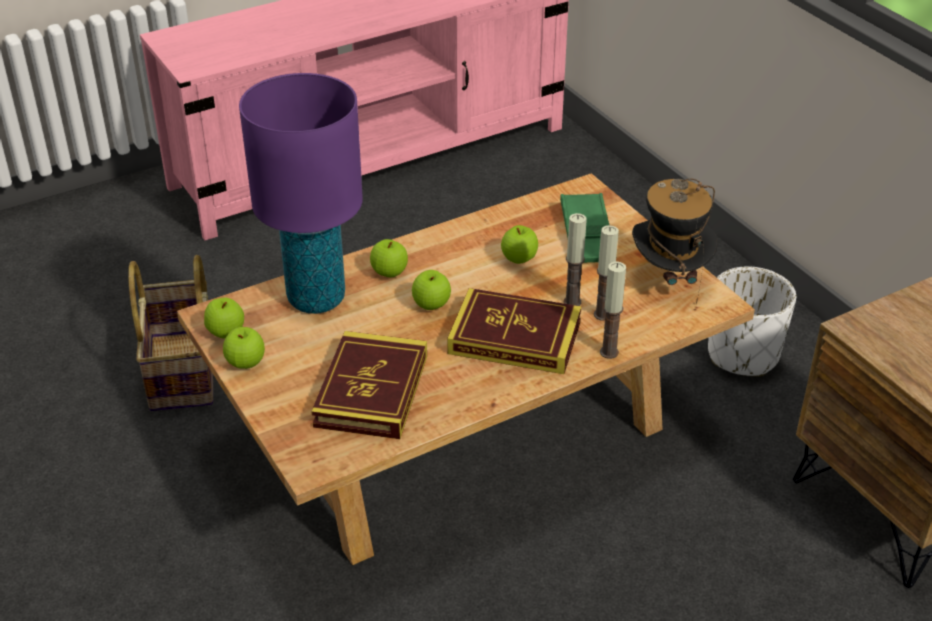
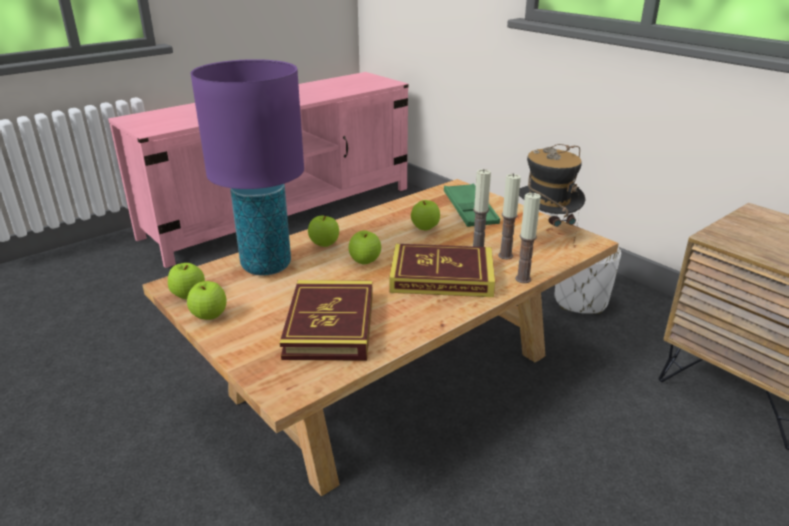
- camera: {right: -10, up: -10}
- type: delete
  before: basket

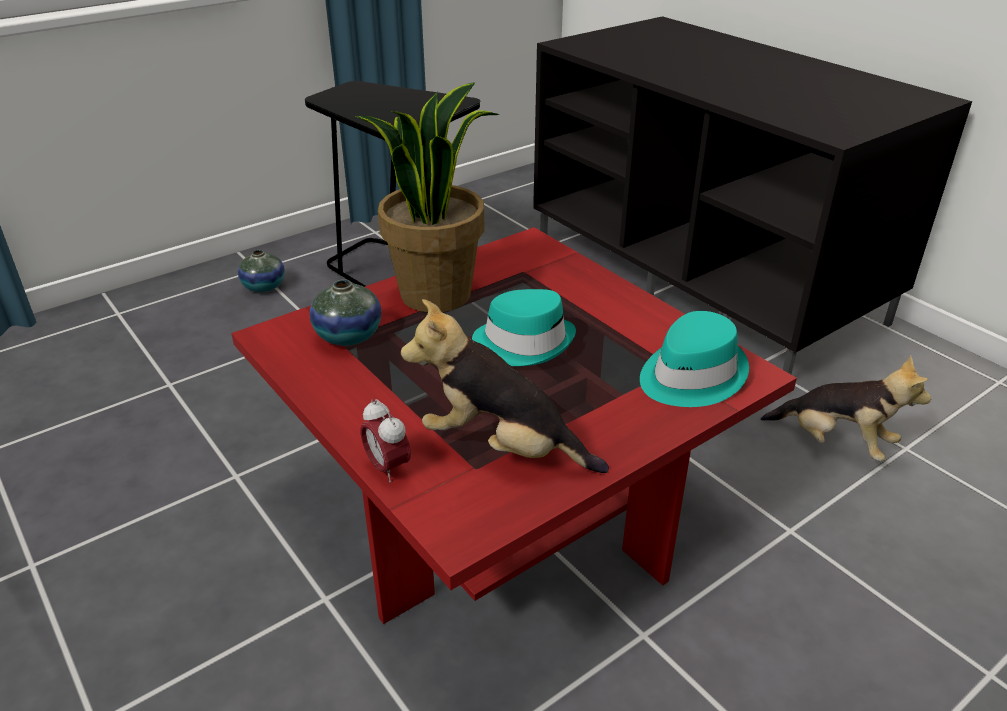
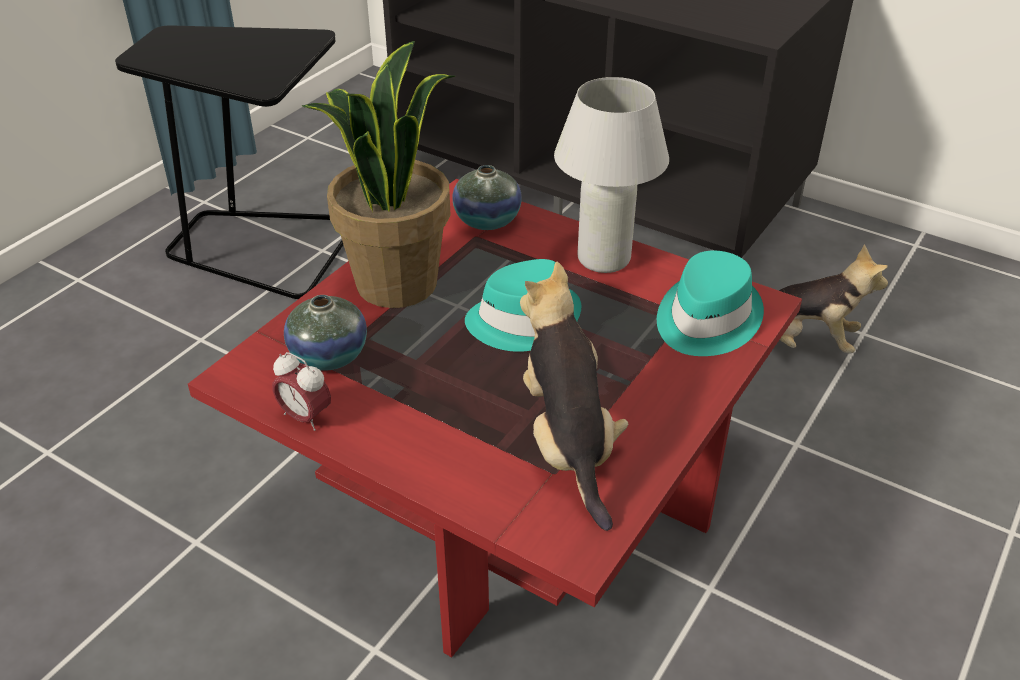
- camera: {right: -20, up: 5}
- type: move
  before: flower vase (1st from left in the first image)
  after: flower vase (2nd from left)
- type: move
  before: alarm clock
- type: rotate
  before: soft toy (1st from left)
  turn: 75
- type: insert
  after: tabletop lamp/white-coloured

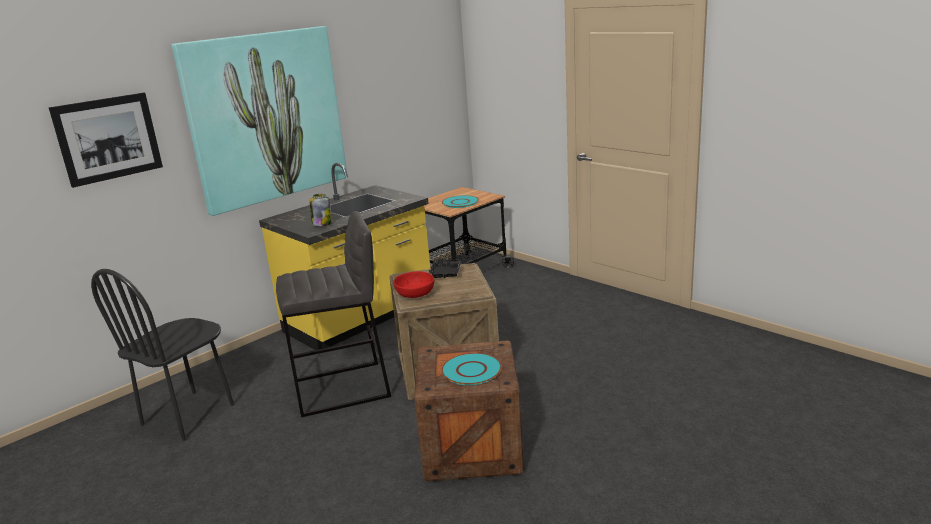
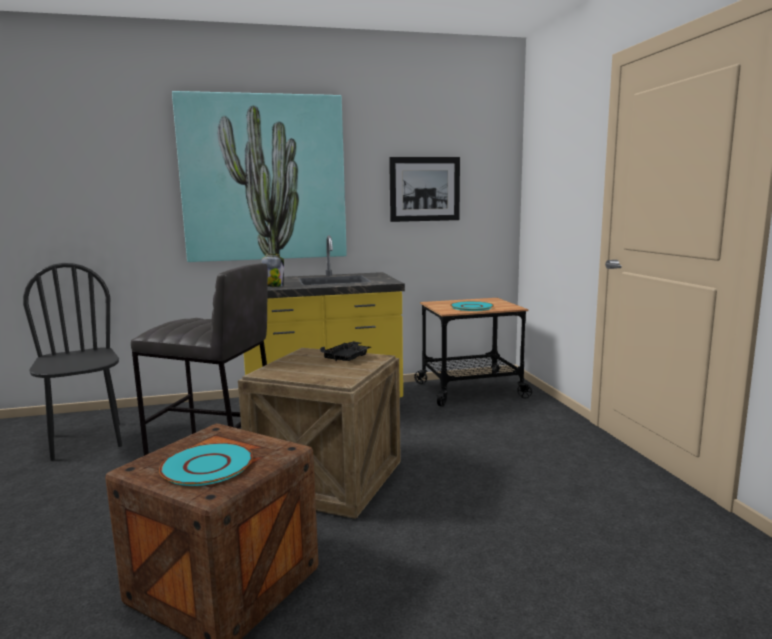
- camera: {right: 30, up: -10}
- type: move
  before: wall picture (1st from left in the first image)
  after: wall picture (2nd from left)
- type: rotate
  before: plain chair/blackish
  turn: 90
- type: delete
  before: bowl/red

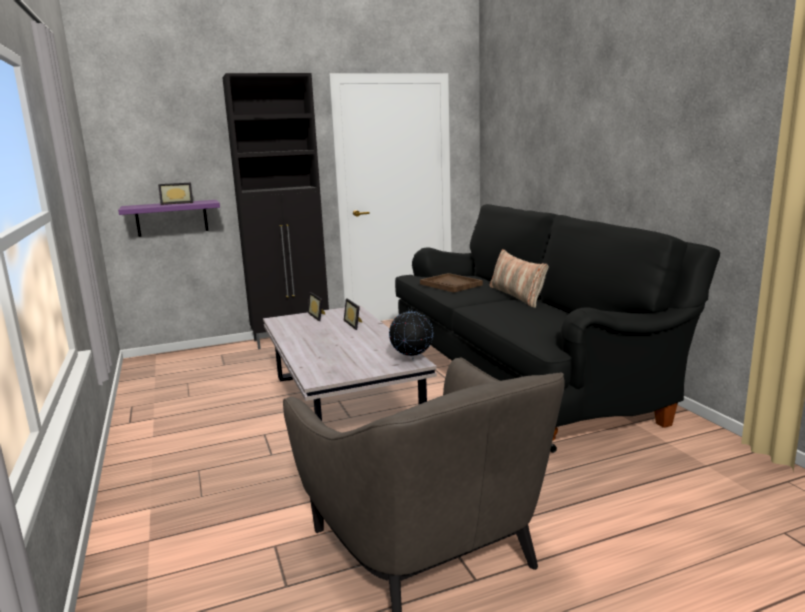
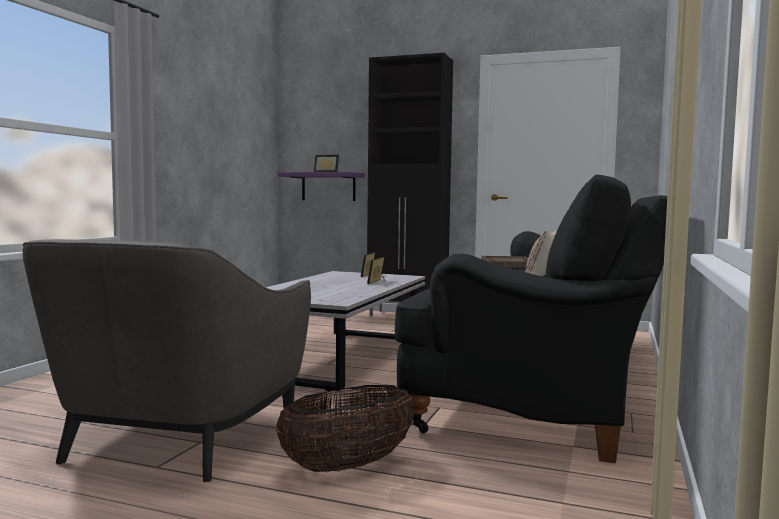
- camera: {right: 40, up: -10}
- type: delete
  before: globe
- type: insert
  after: basket

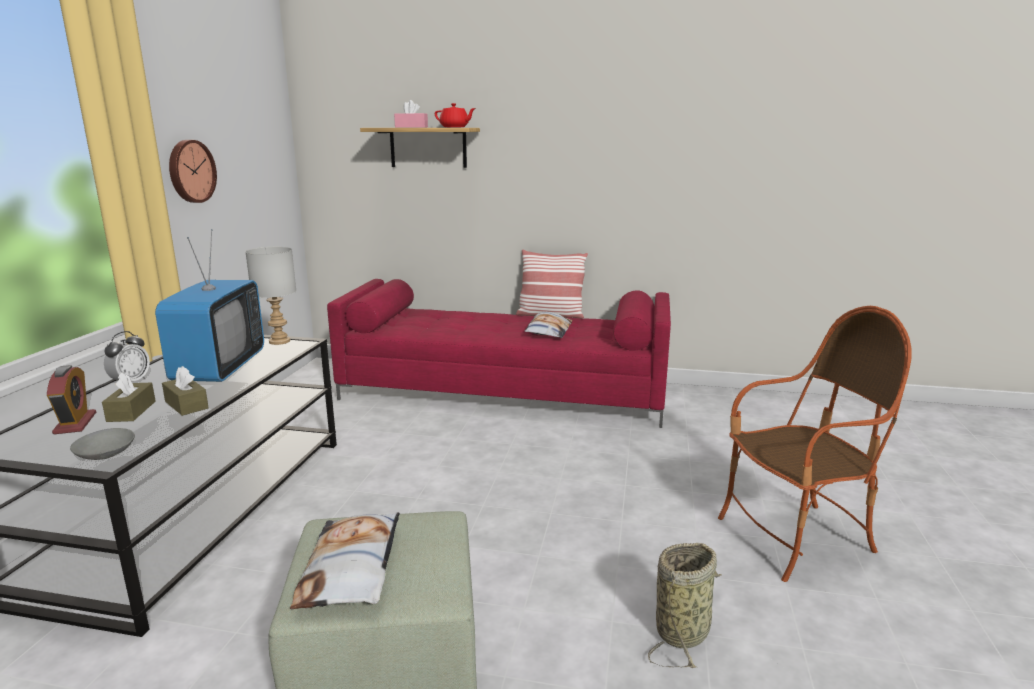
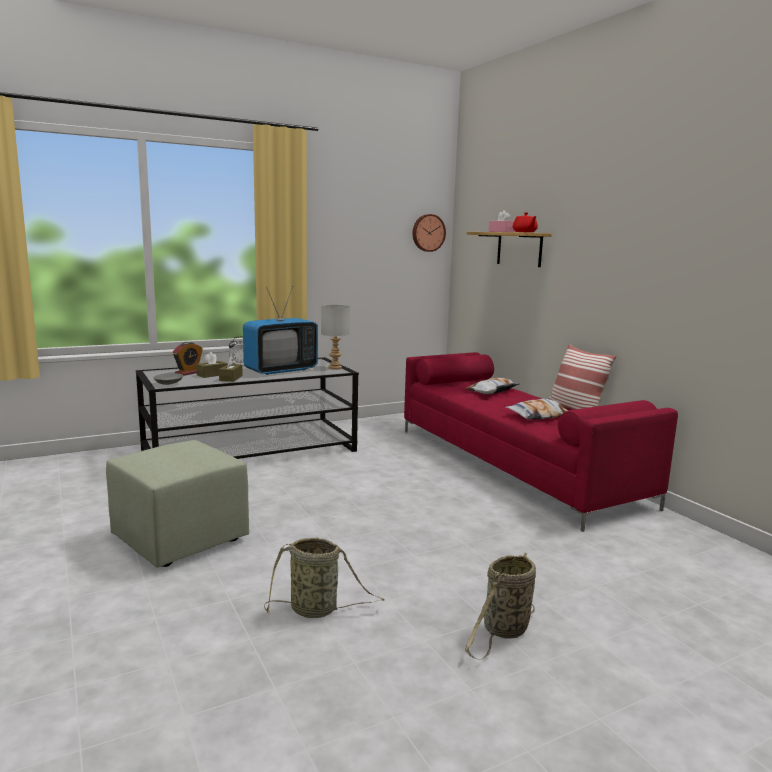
- camera: {right: 50, up: -5}
- type: move
  before: clock on the wall
- type: move
  before: cushion (1st from left)
- type: replace
  before: lounge chair
  after: basket (2nd from left)

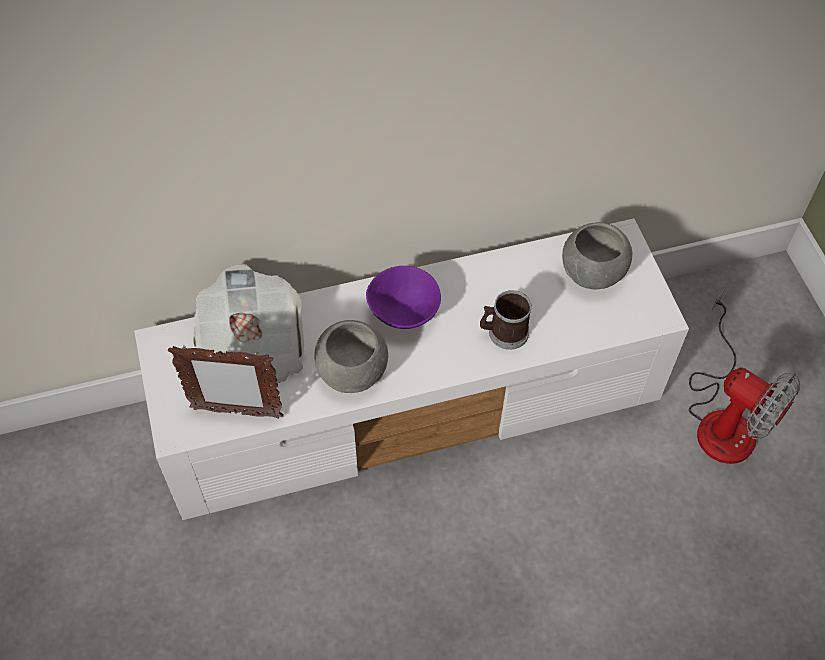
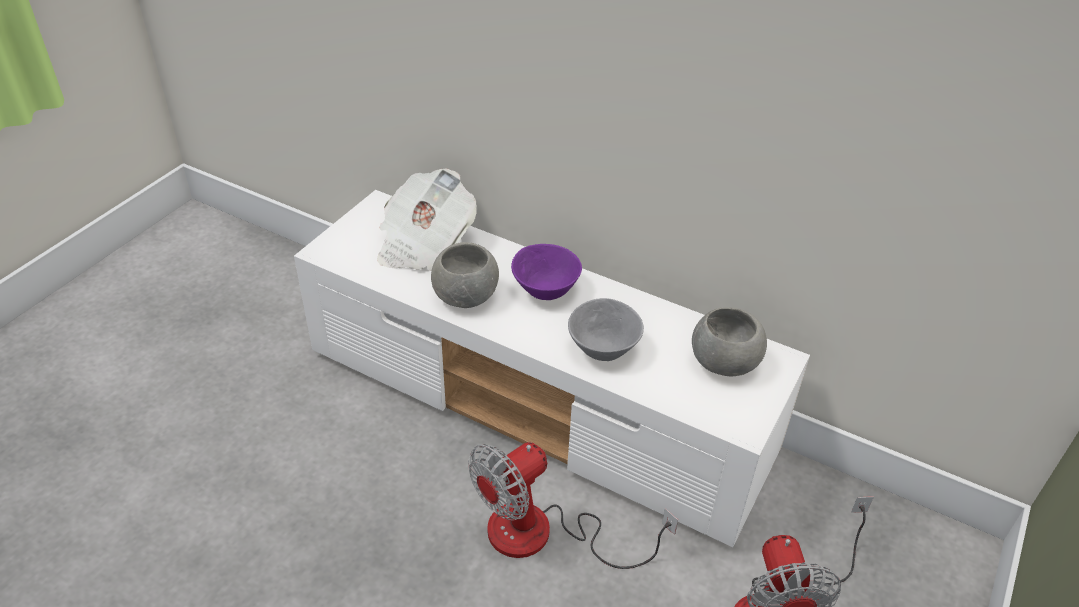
- camera: {right: 45, up: -15}
- type: delete
  before: picture frame
- type: replace
  before: tea mug
  after: bowl/gray (2nd from left)
- type: insert
  after: cooling fan (1st from left)

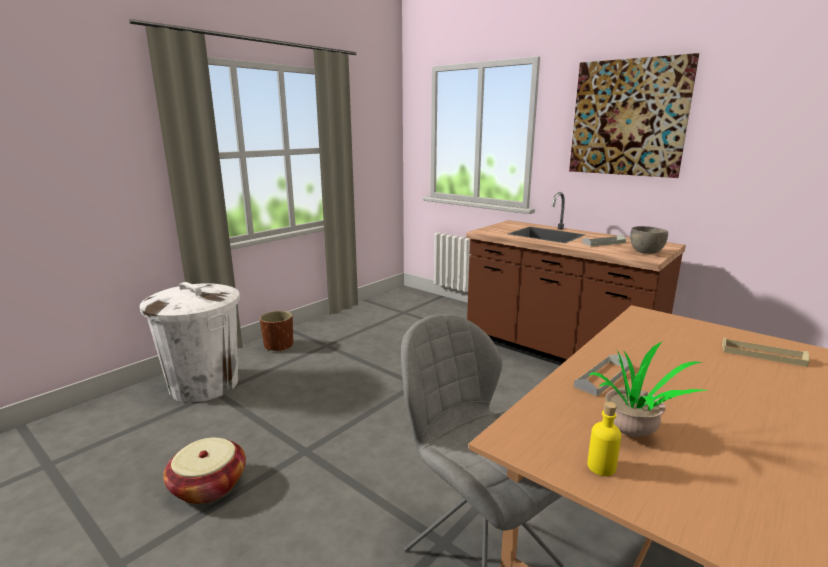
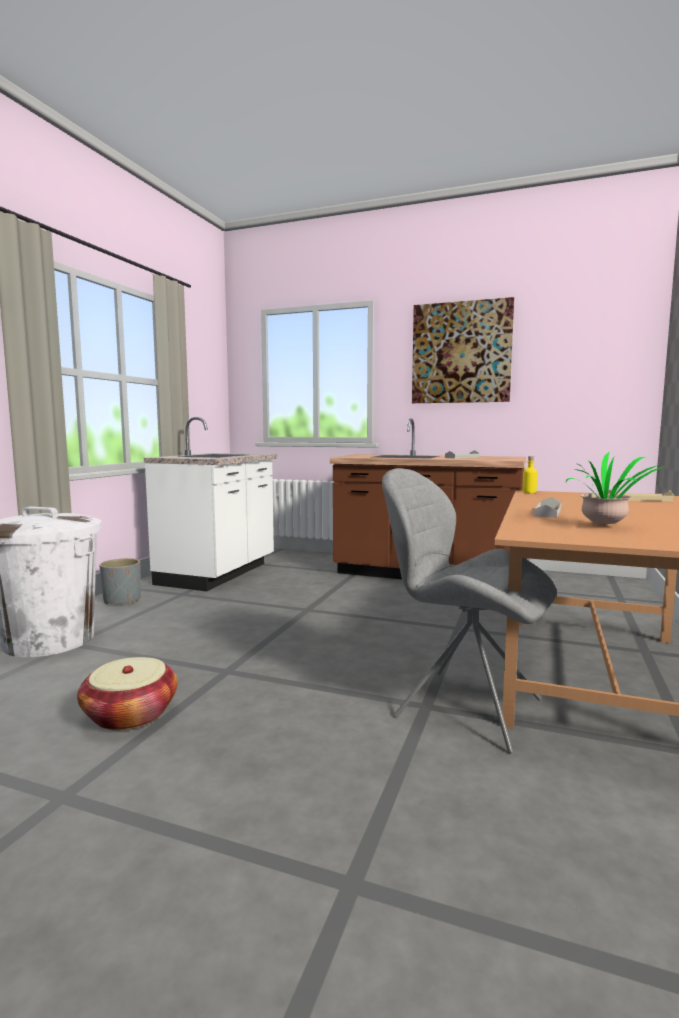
- camera: {right: -20, up: -10}
- type: recolor
  before: plant pot/brown-coloured
  after: plant pot/gray
- type: move
  before: bottle/yellow-coloured
- type: delete
  before: bowl/gray
- type: insert
  after: counter/white-coloured

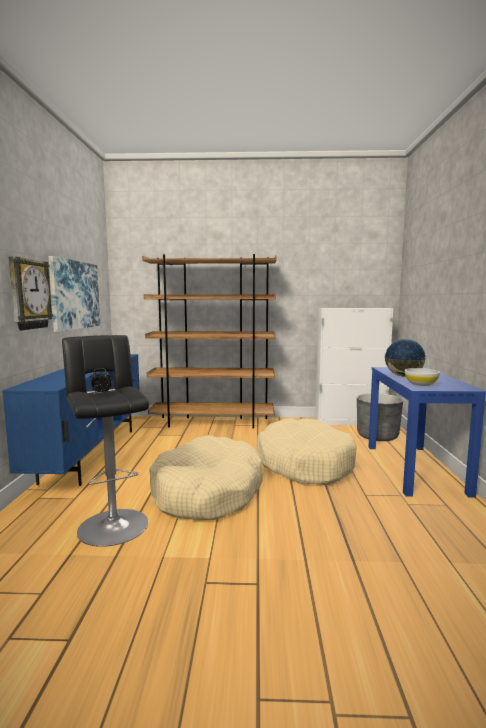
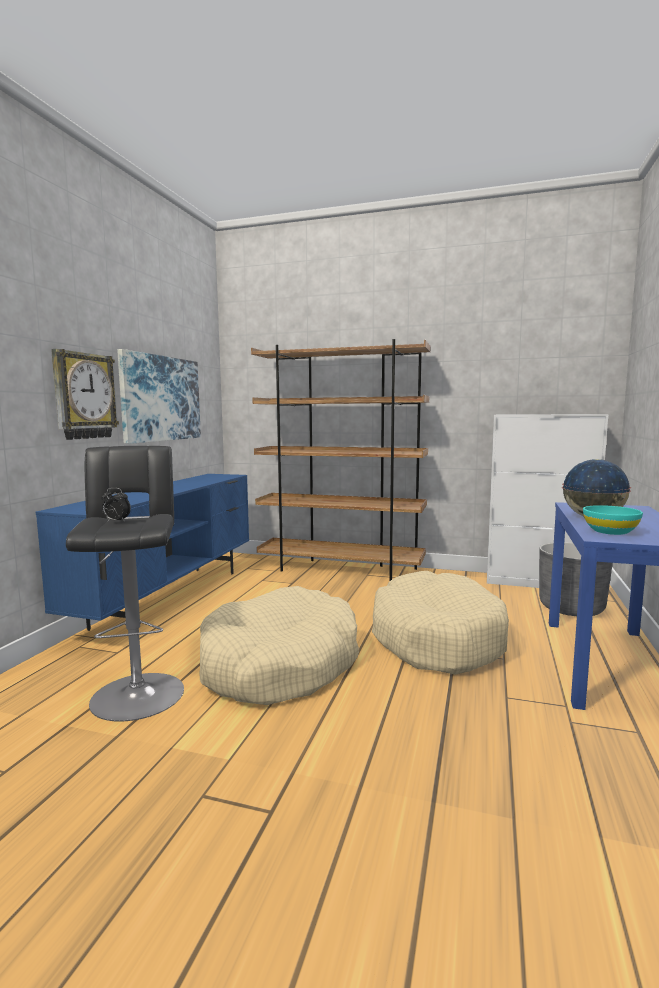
- camera: {right: 15, up: 0}
- type: recolor
  before: bowl/white-coloured
  after: bowl/blue-green

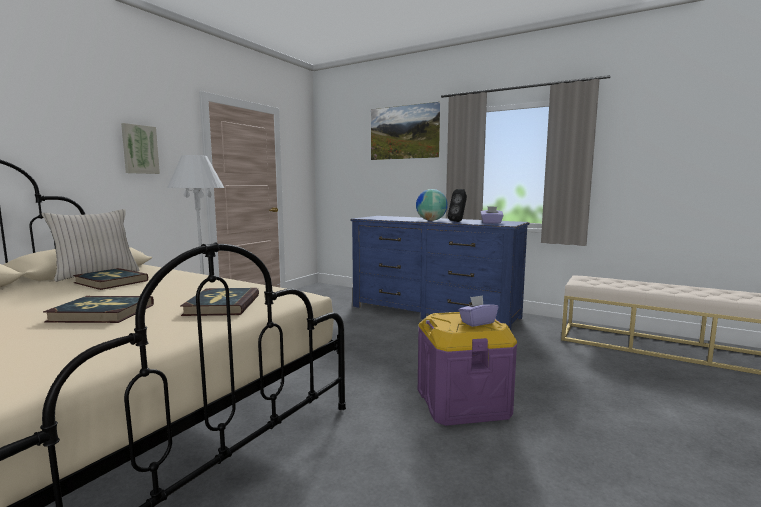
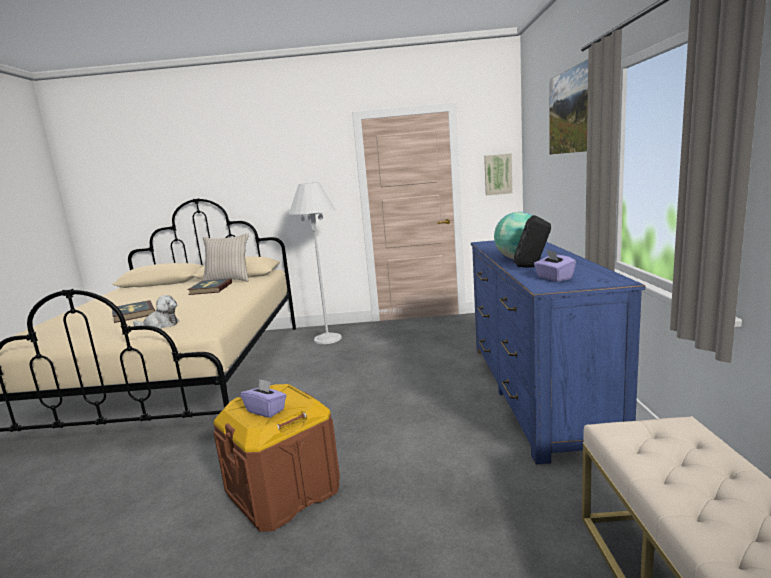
- camera: {right: 60, up: 5}
- type: move
  before: wall picture (1st from left)
- type: replace
  before: volume (3rd from left)
  after: soft toy
- type: recolor
  before: storage bin/purplish
  after: storage bin/brown-coloured

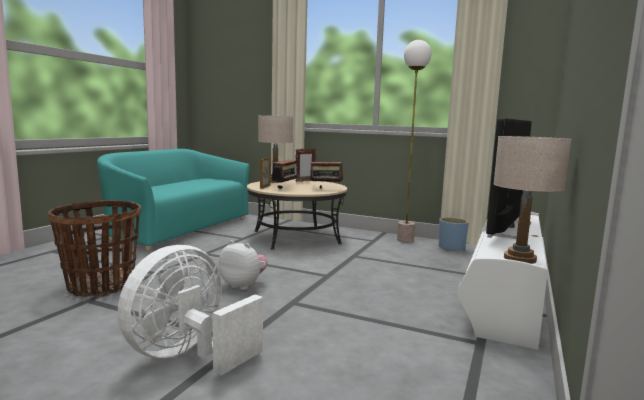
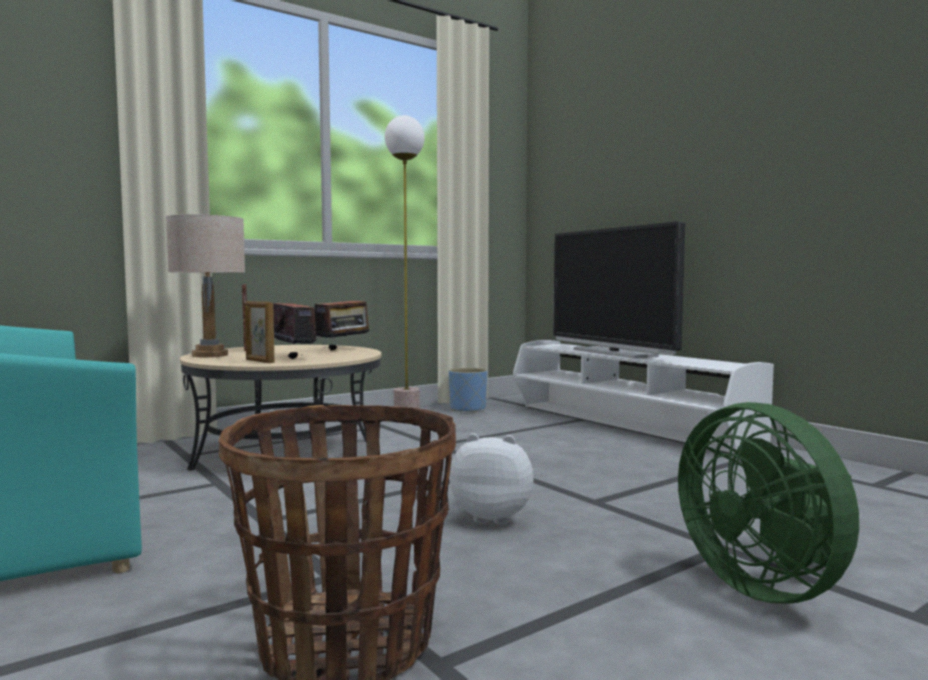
- camera: {right: -60, up: -5}
- type: recolor
  before: cooling fan/white-coloured
  after: cooling fan/greenish
- type: rotate
  before: soft toy
  turn: 45
- type: delete
  before: tabletop lamp/beige (2nd from left)

